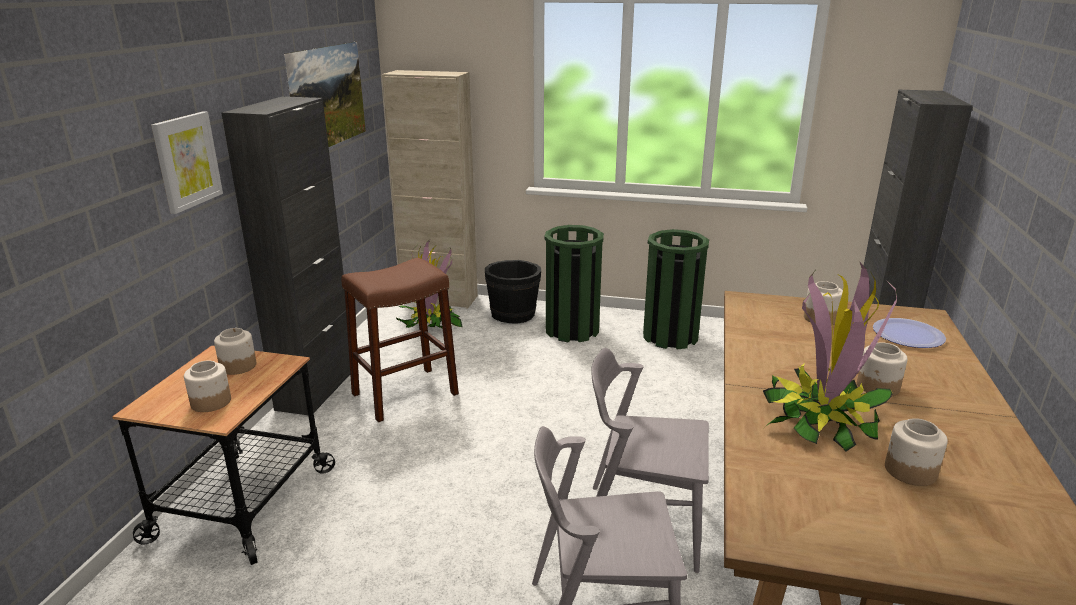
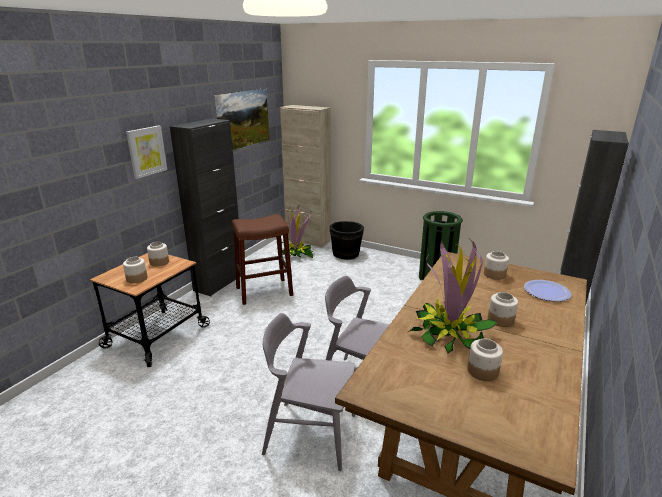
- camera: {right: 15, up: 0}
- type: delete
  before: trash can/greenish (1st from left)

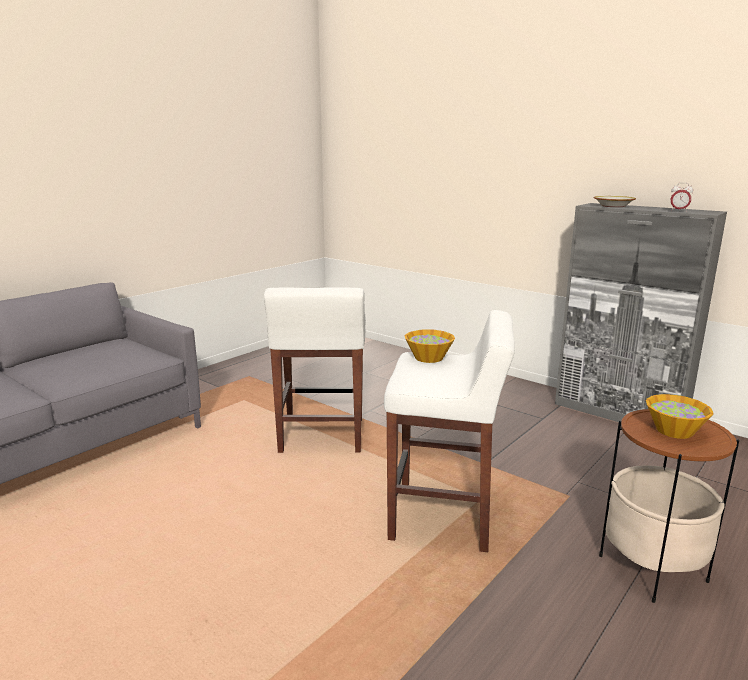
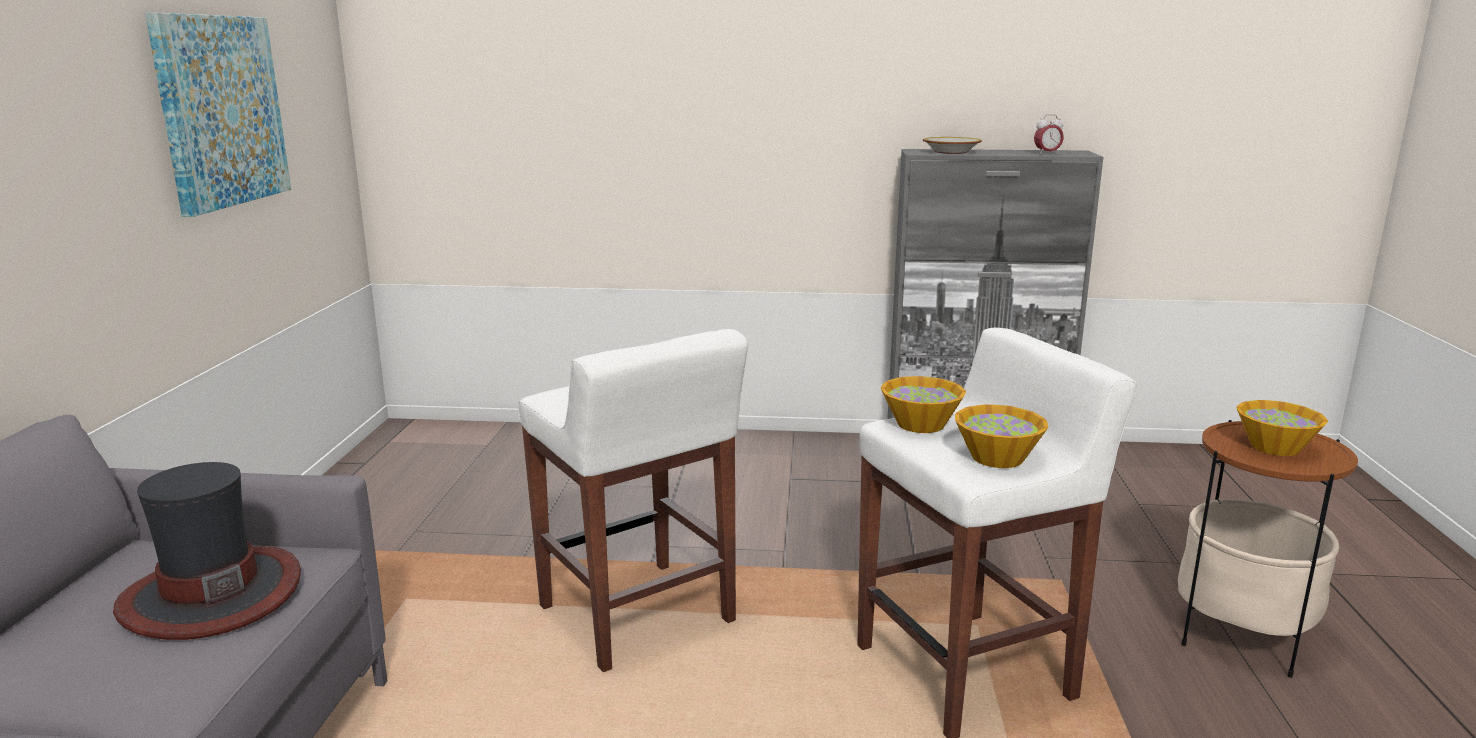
- camera: {right: -35, up: 0}
- type: insert
  after: clothing hat
- type: insert
  after: wall picture
- type: insert
  after: bowl (3rd from left)

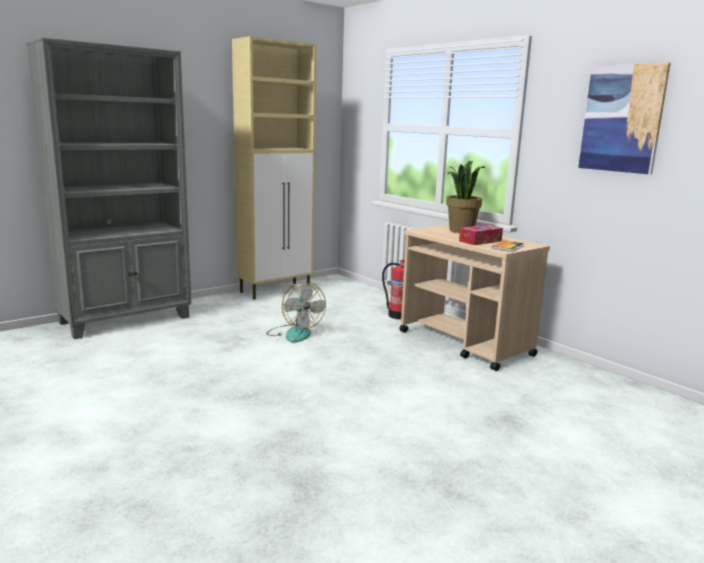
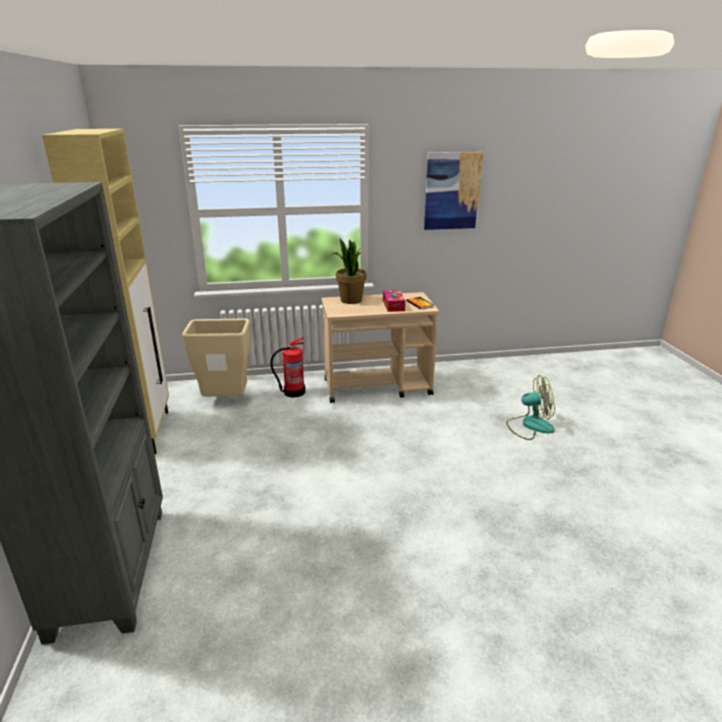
- camera: {right: -60, up: 10}
- type: move
  before: cooling fan
- type: insert
  after: trash can/beige

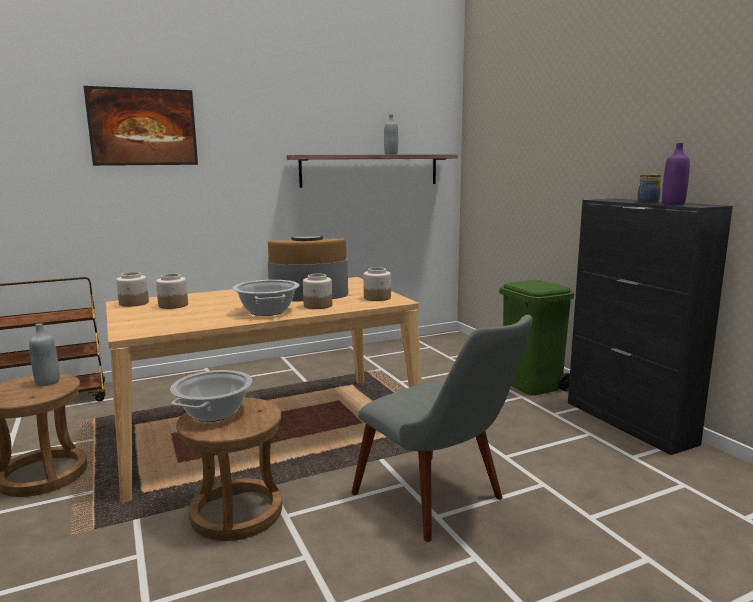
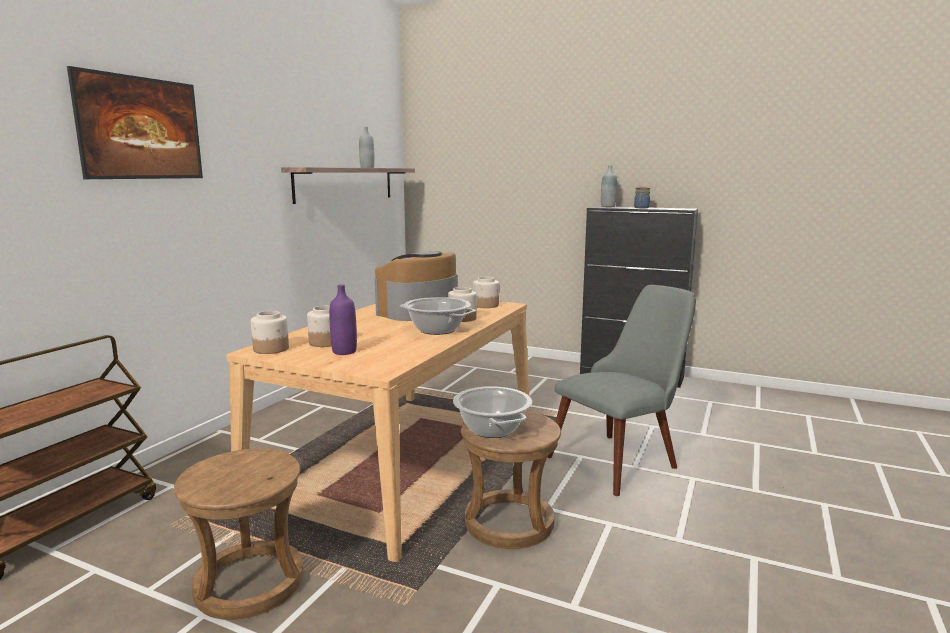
- camera: {right: -40, up: 0}
- type: move
  before: bottle/gray (1st from left in the first image)
  after: bottle/gray (2nd from left)
- type: rotate
  before: plain chair/gray
  turn: -45
- type: delete
  before: trash can/greenish
- type: move
  before: bottle/purplish

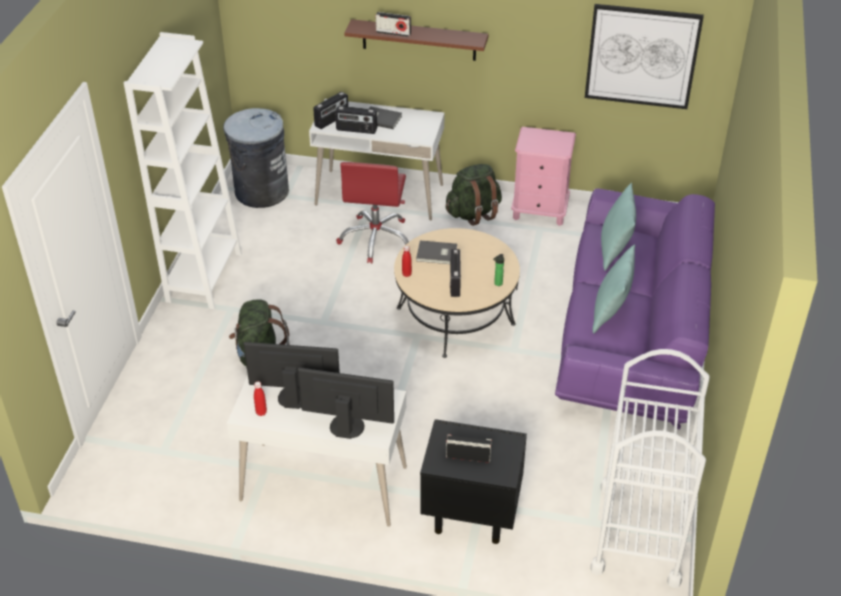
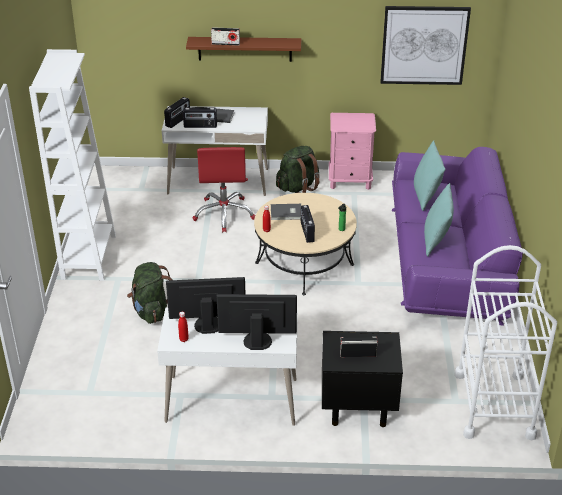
- camera: {right: -10, up: -5}
- type: delete
  before: trash can/gray

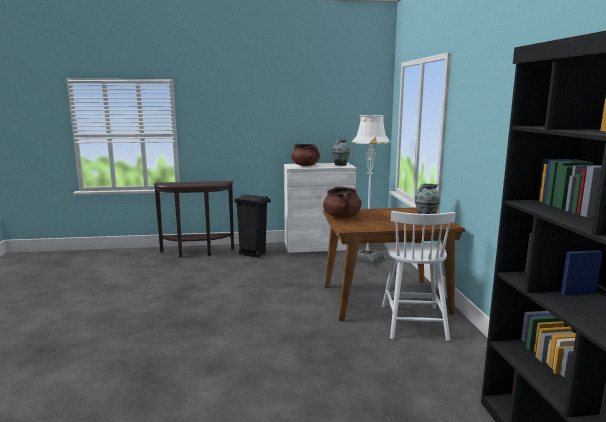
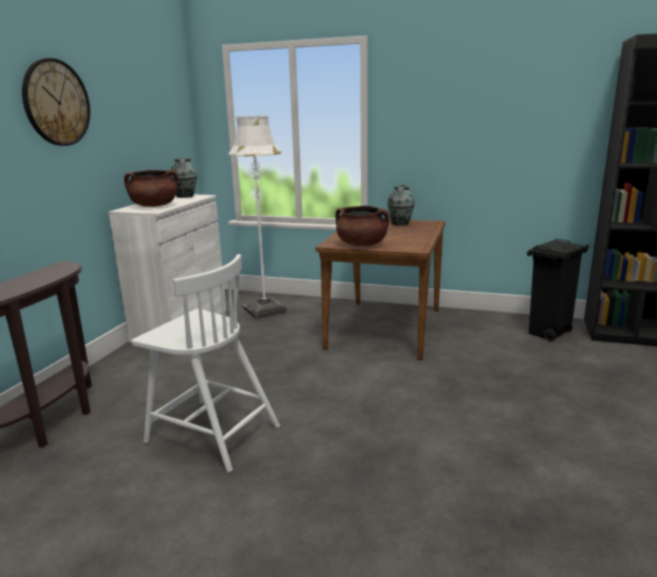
- camera: {right: -65, up: 5}
- type: move
  before: trash can/blackish
- type: move
  before: plain chair/white-coloured
- type: insert
  after: clock on the wall

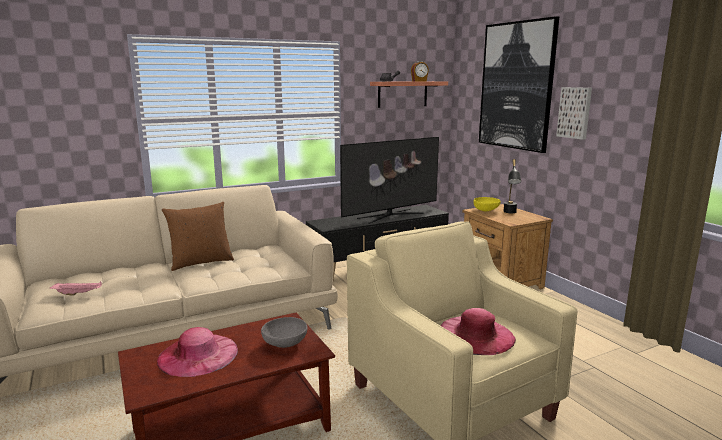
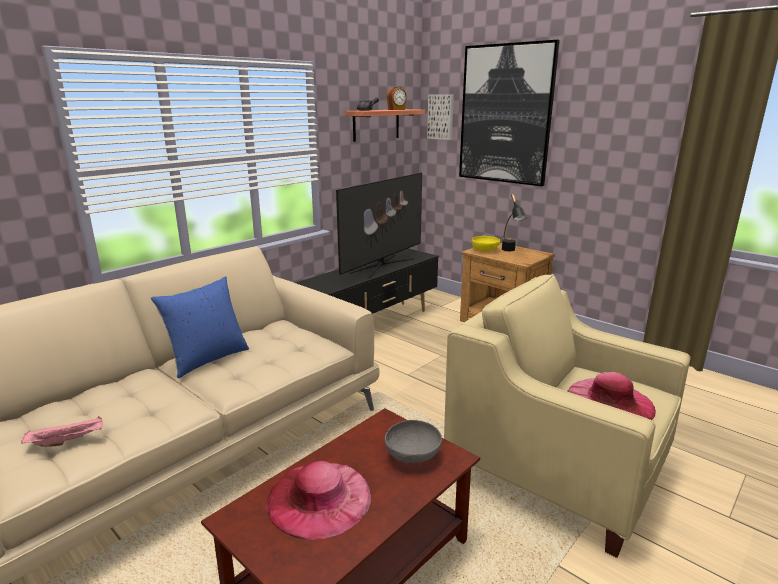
- camera: {right: -20, up: 5}
- type: recolor
  before: cushion/brown-coloured
  after: cushion/blue
- type: move
  before: wall picture (2nd from left in the first image)
  after: wall picture (1st from left)

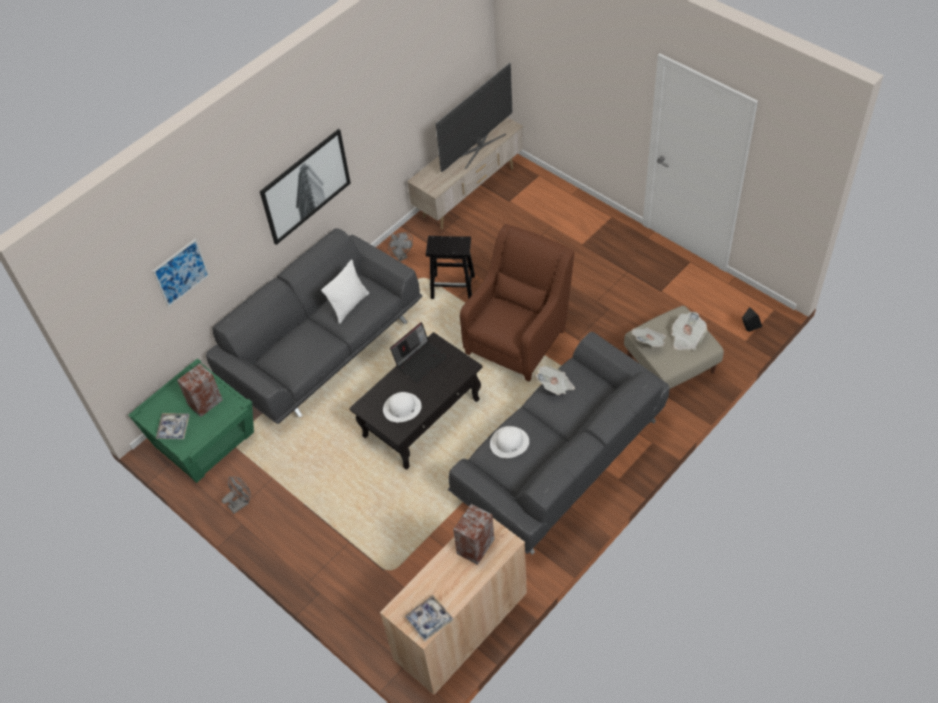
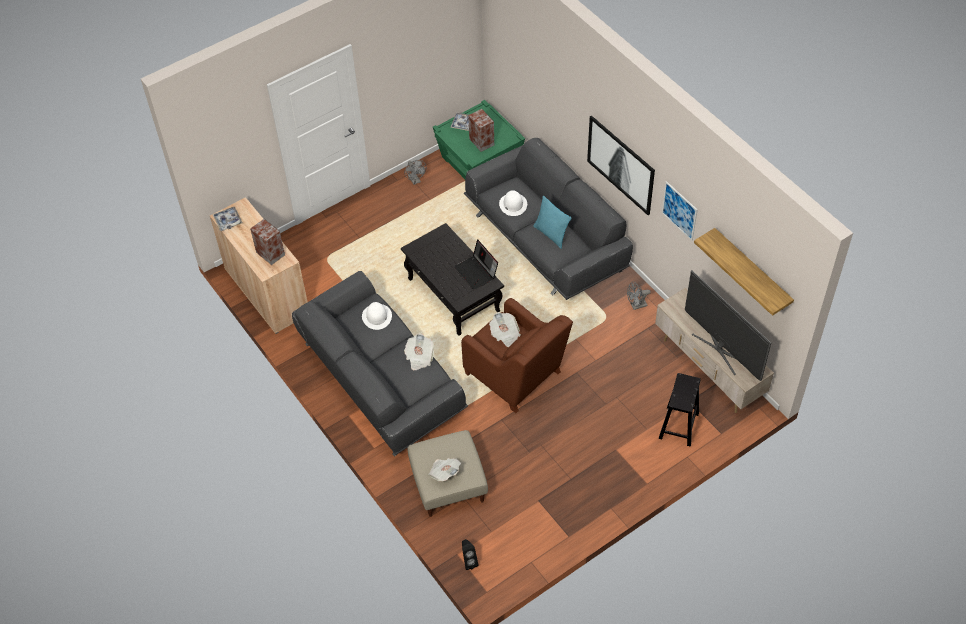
- camera: {right: 100, up: 0}
- type: move
  before: wall picture (1st from left in the first image)
  after: wall picture (2nd from left)
- type: recolor
  before: cushion/white-coloured
  after: cushion/blue-green
- type: move
  before: clothing hat/white-coloured (1st from left in the first image)
  after: clothing hat/white-coloured (2nd from left)
- type: move
  before: stool seat/blackish
- type: move
  before: daily paper (2nd from left in the first image)
  after: daily paper (3rd from left)
- type: insert
  after: wall shelf

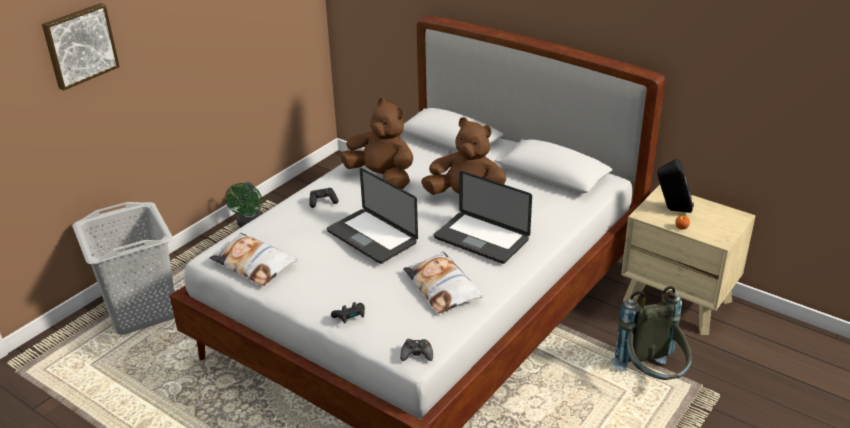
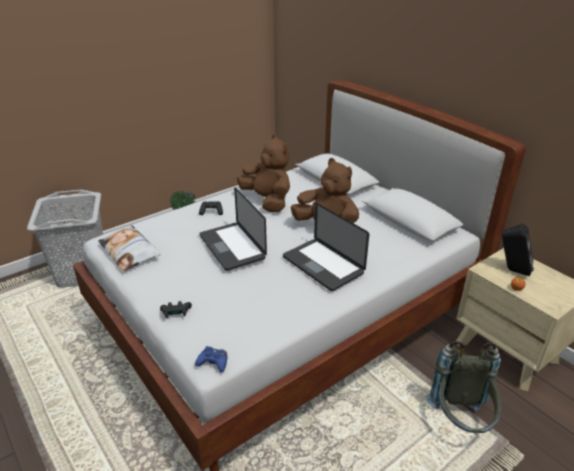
- camera: {right: 15, up: 0}
- type: delete
  before: wall picture
- type: recolor
  before: gamepad/blackish (3rd from left)
  after: gamepad/blue
- type: delete
  before: cushion (2nd from left)

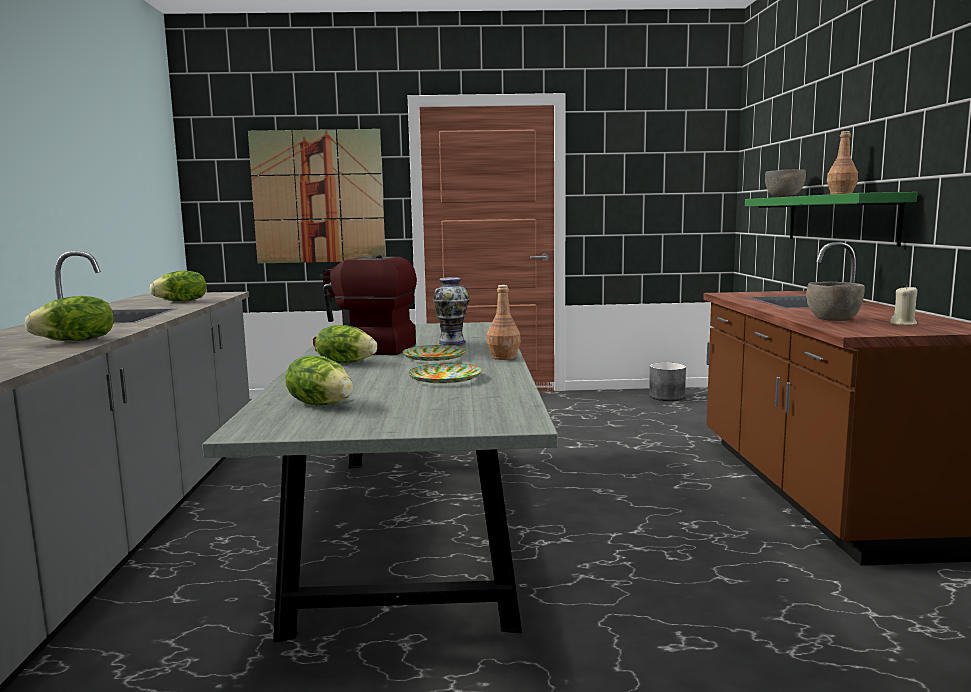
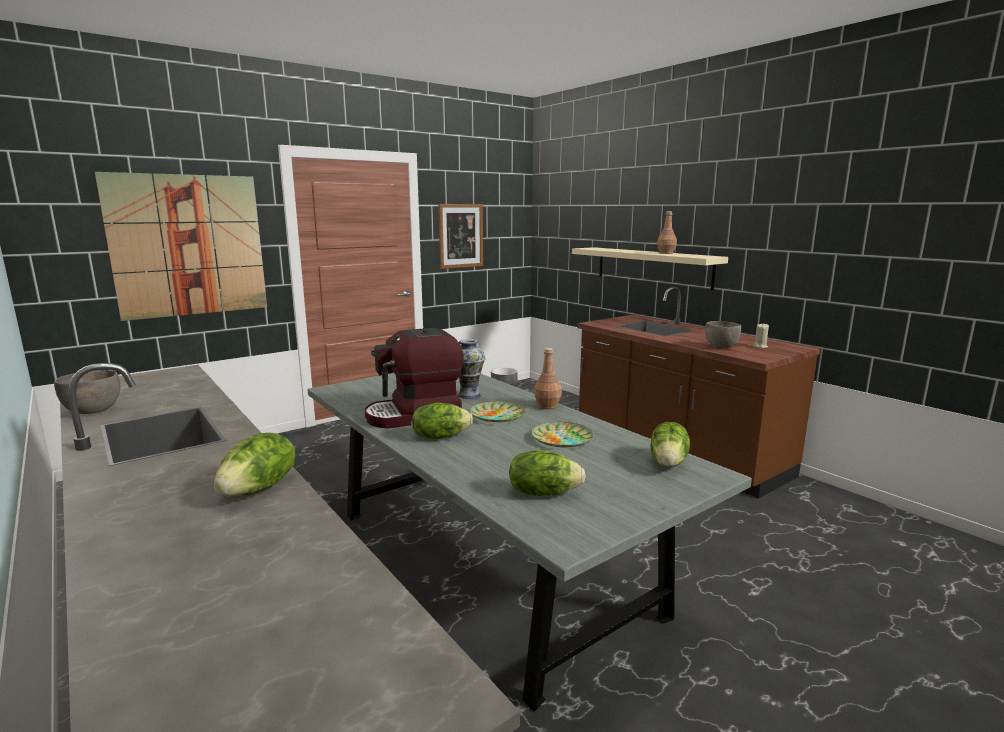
- camera: {right: -35, up: 5}
- type: move
  before: lettuce (2nd from left in the first image)
  after: lettuce (4th from left)
- type: recolor
  before: wall shelf/greenish
  after: wall shelf/beige
- type: move
  before: bowl/gray (1st from left)
- type: insert
  after: wall picture (2nd from left)

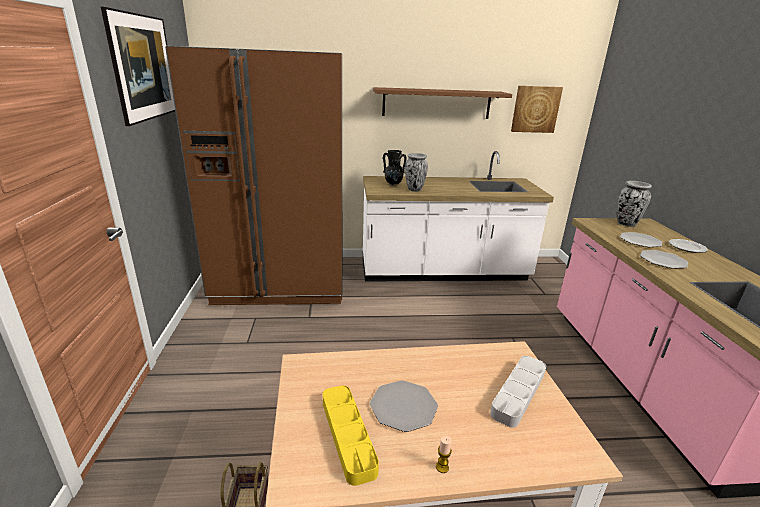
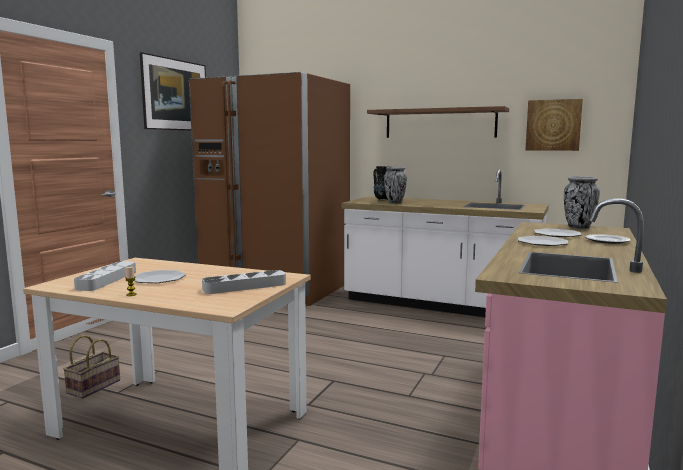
- camera: {right: 30, up: -15}
- type: recolor
  before: tray/yellow-coloured
  after: tray/gray (1st from left)

